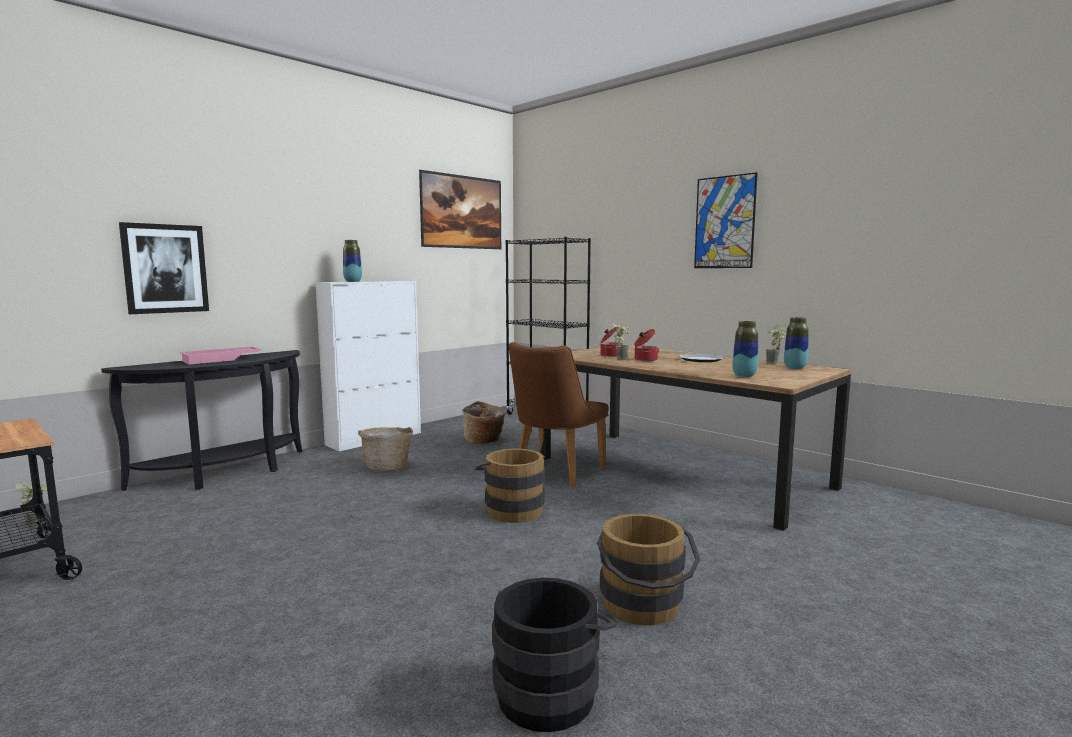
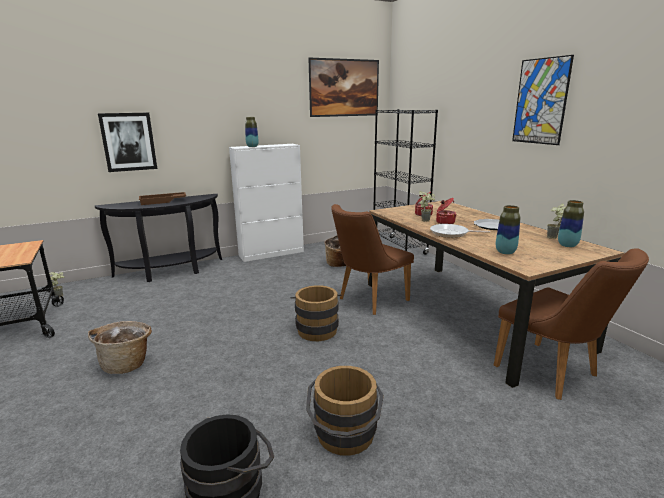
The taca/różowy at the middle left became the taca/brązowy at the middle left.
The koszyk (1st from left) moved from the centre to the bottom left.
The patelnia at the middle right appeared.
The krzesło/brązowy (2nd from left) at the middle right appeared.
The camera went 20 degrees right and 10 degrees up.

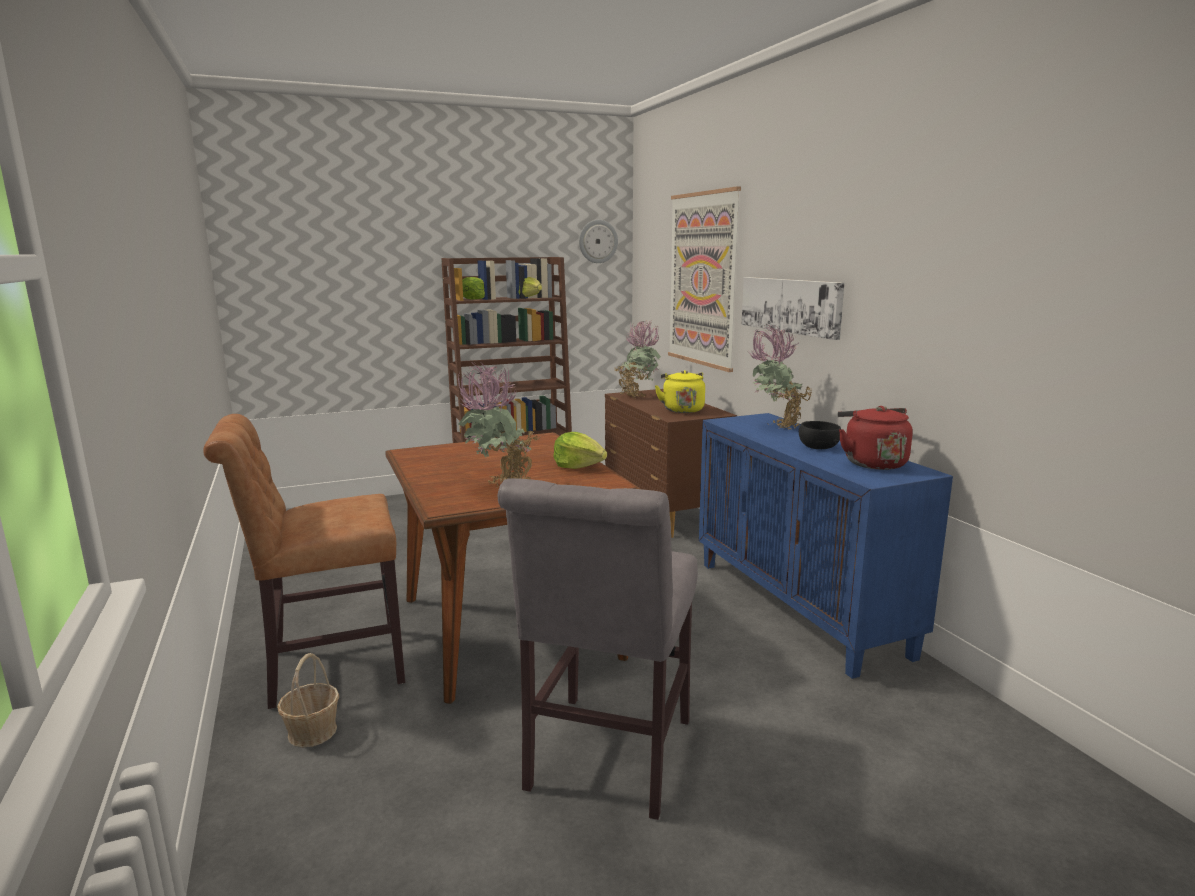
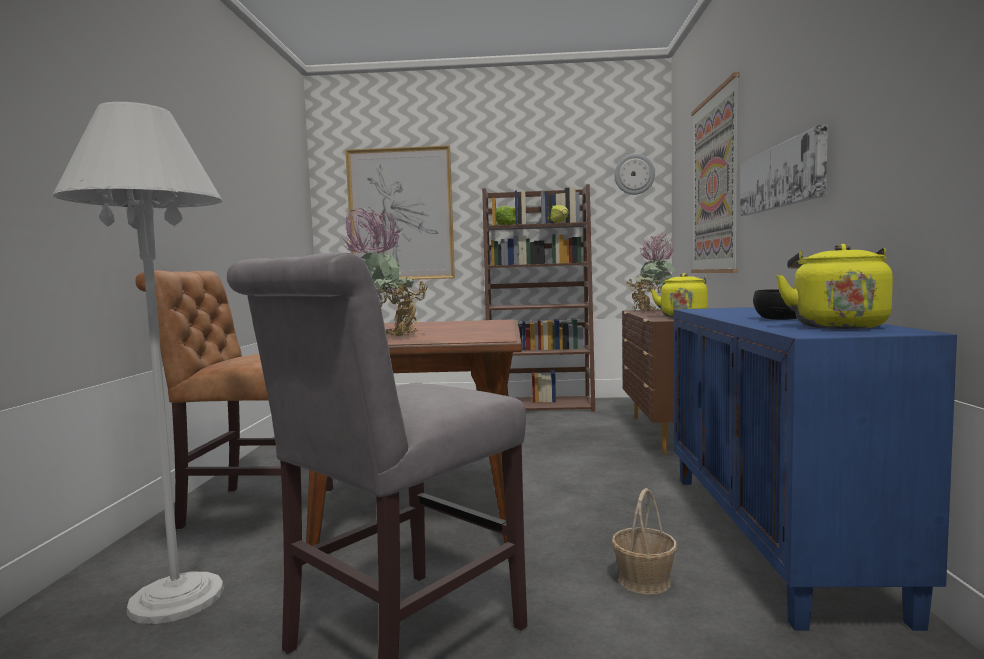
The koszyk moved from the bottom left to the bottom centre.
The sałata (3rd from left) at the centre disappeared.
The roślina doniczkowa (3rd from left) at the centre disappeared.
The czajnik/czerwony at the middle right became the czajnik/żółty (2nd from left) at the middle right.
The lampa stojąca/biały at the middle left appeared.
The obraz (1st from left) at the top centre appeared.
The camera went 25 degrees right and 10 degrees down.

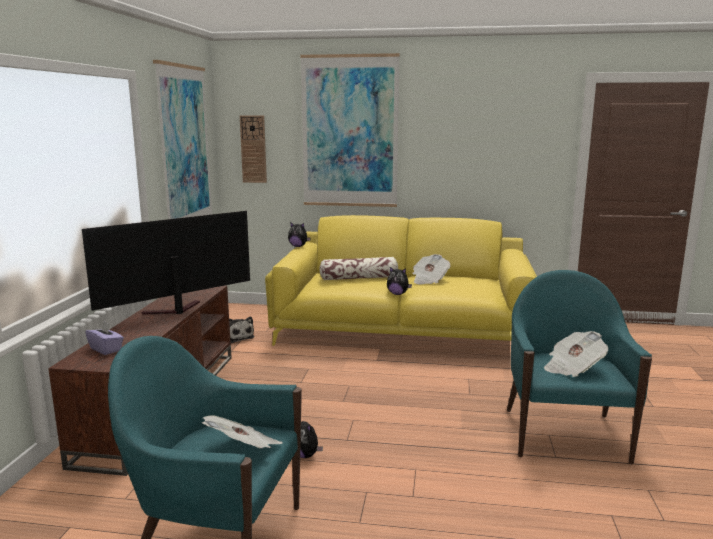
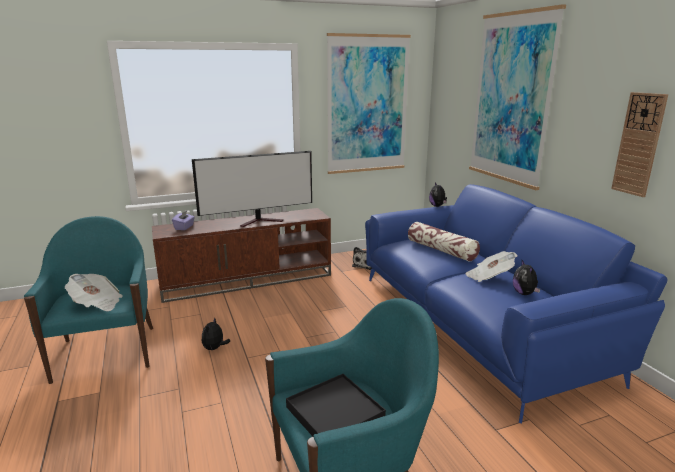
The telewizor at the middle left turned 135 degrees clockwise.
The zegar ścienny moved from the top centre to the top right.
The kanapa/żółty at the centre became the kanapa/niebieski at the middle right.
The pluszak (4th from left) moved from the centre to the middle right.
The gazeta (3rd from left) at the middle right was replaced by the taca/czarny at the bottom centre.
The camera went 60 degrees right and 5 degrees up.

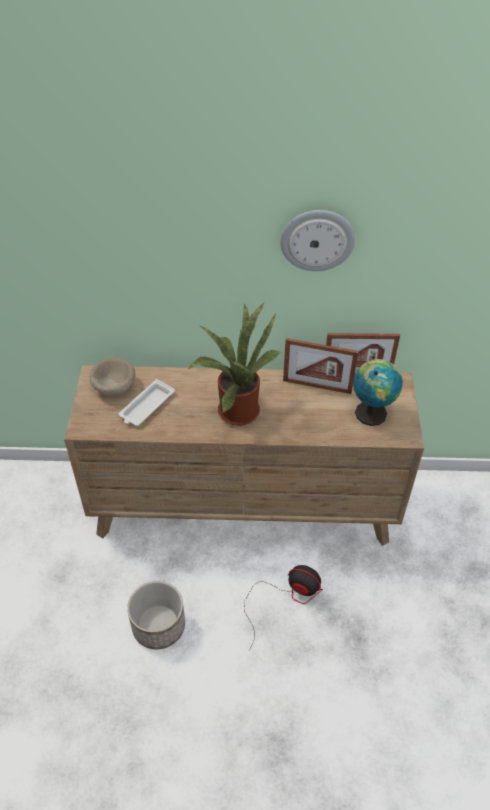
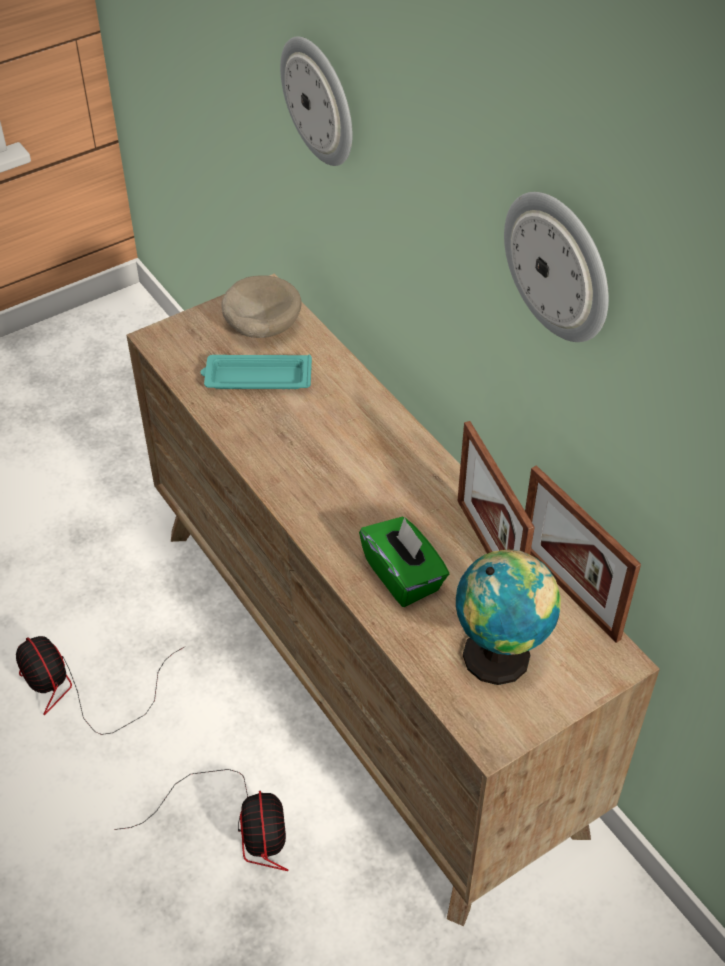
The taca/biały at the middle left became the taca/turkusowy at the centre.
The donica at the bottom left was replaced by the wentylator (1st from left) at the bottom left.
The roślina doniczkowa at the centre disappeared.
The zegar ścienny (1st from left) at the top centre appeared.
The pudełko chusteczek/zielony at the centre appeared.
The camera went 55 degrees right and 0 degrees up.

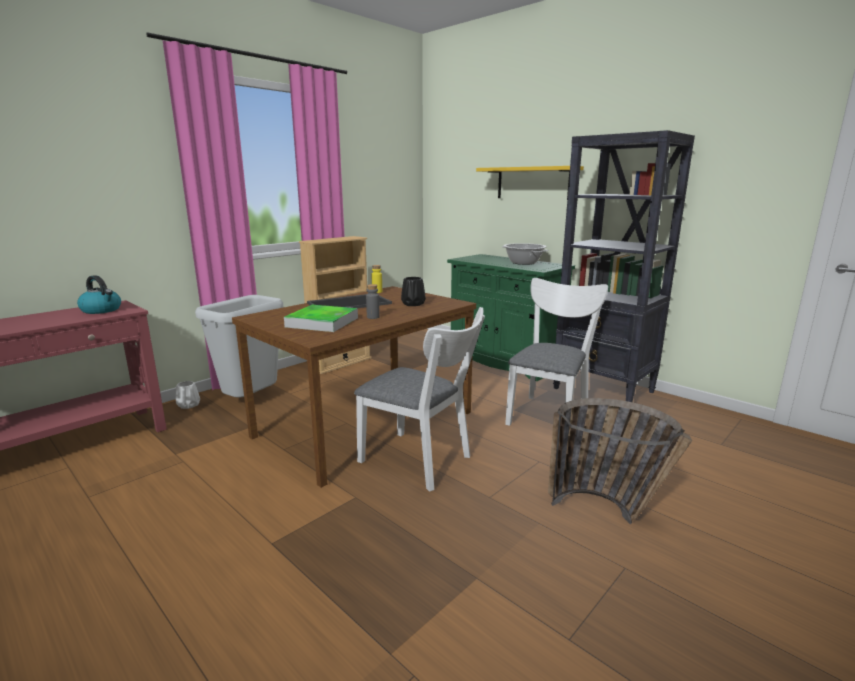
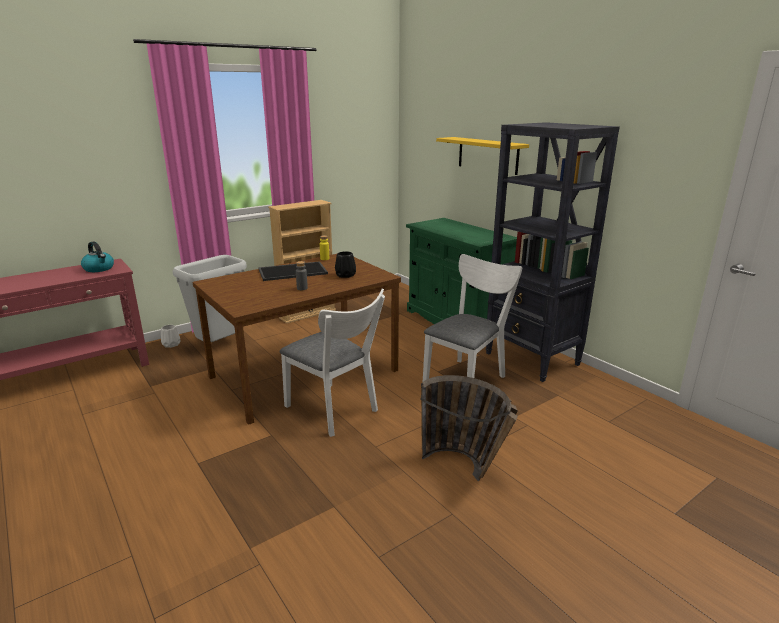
The taca (1st from left) at the centre disappeared.
The garnek at the centre disappeared.
The camera went 10 degrees right and 5 degrees up.

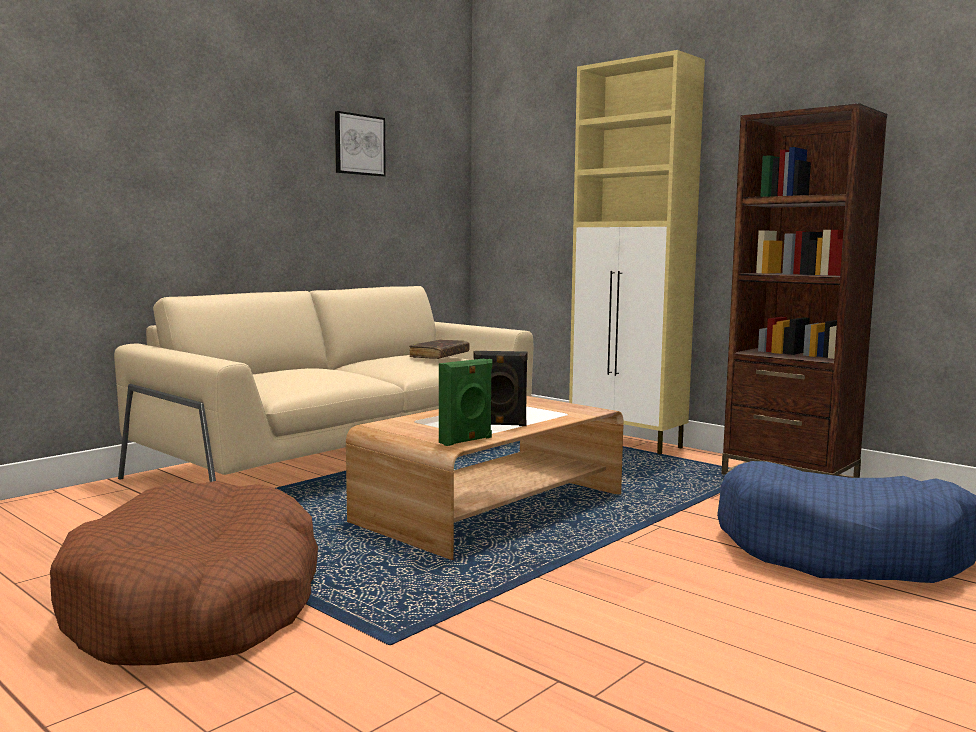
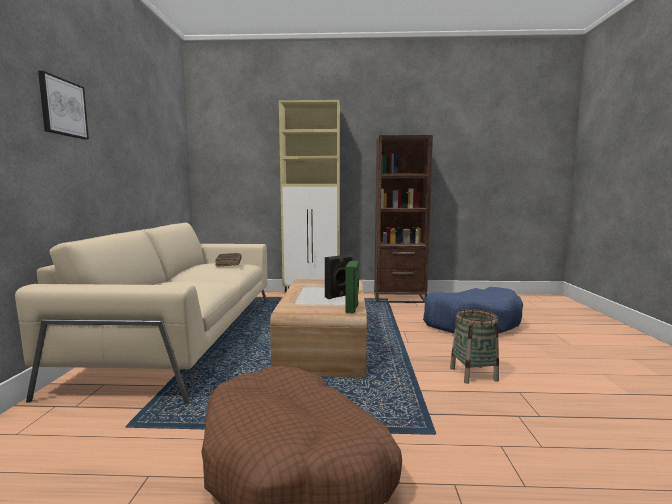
The obraz moved from the top centre to the top left.
The koszyk at the bottom right appeared.
The camera went 40 degrees left and 0 degrees up.

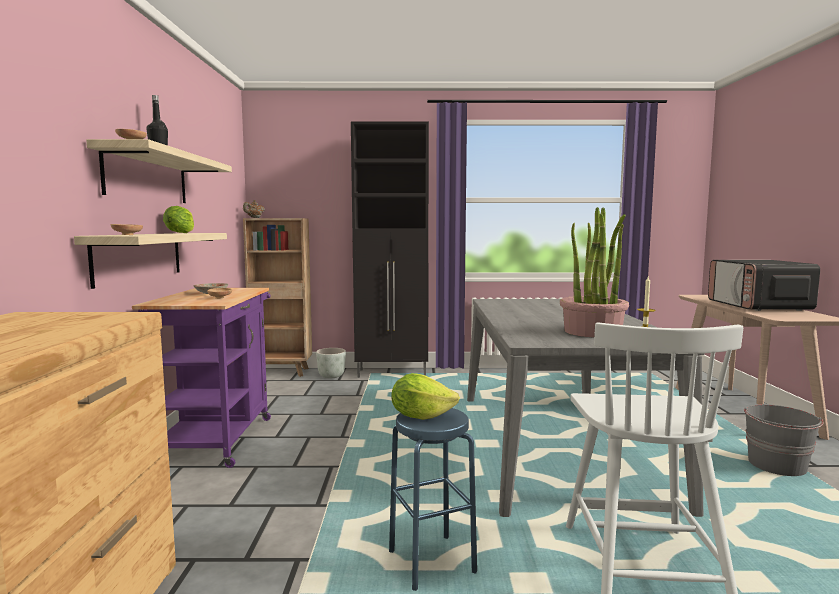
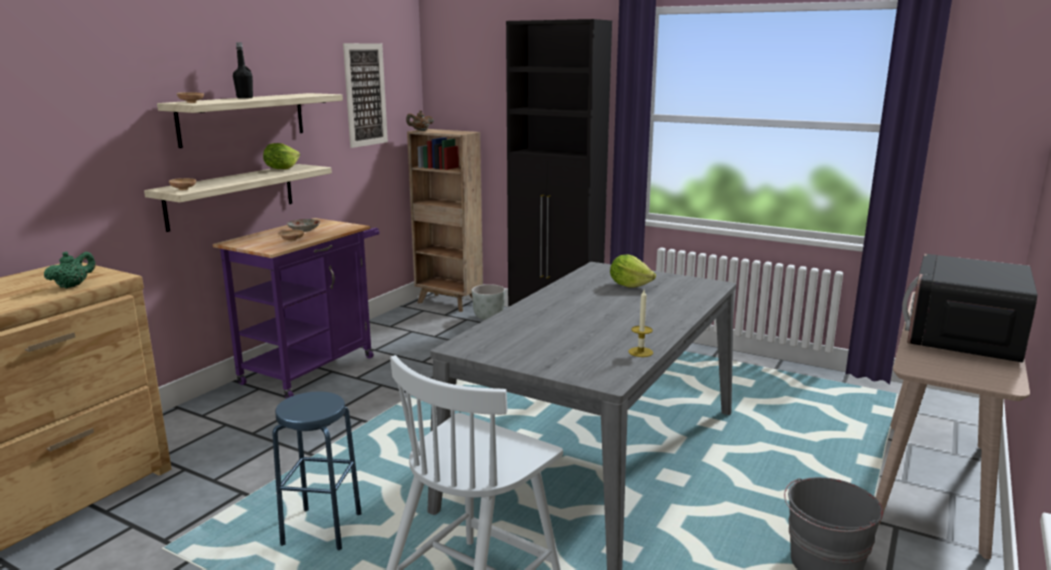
The sałata (2nd from left) moved from the bottom centre to the centre.
The roślina doniczkowa at the middle right disappeared.
The imbryk/zielony at the middle left appeared.
The obraz at the top centre appeared.
The camera went 30 degrees right and 10 degrees up.

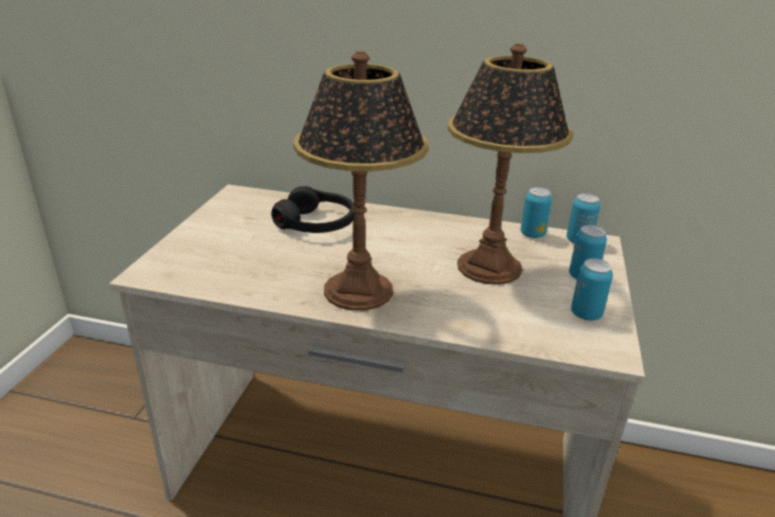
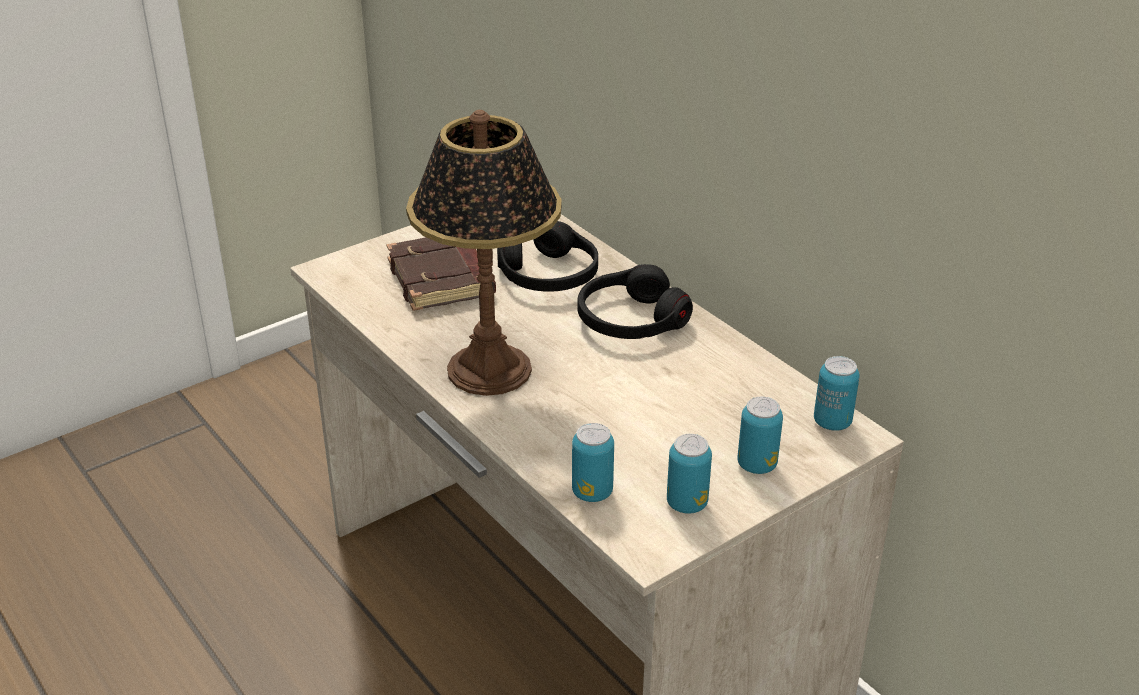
The lampa stołowa (2nd from left) at the top centre disappeared.
The puszka (1st from left) moved from the middle right to the centre.
The książka/brązowy at the centre appeared.
The słuchawki/czarny (2nd from left) at the centre appeared.
The camera went 40 degrees right and 5 degrees up.

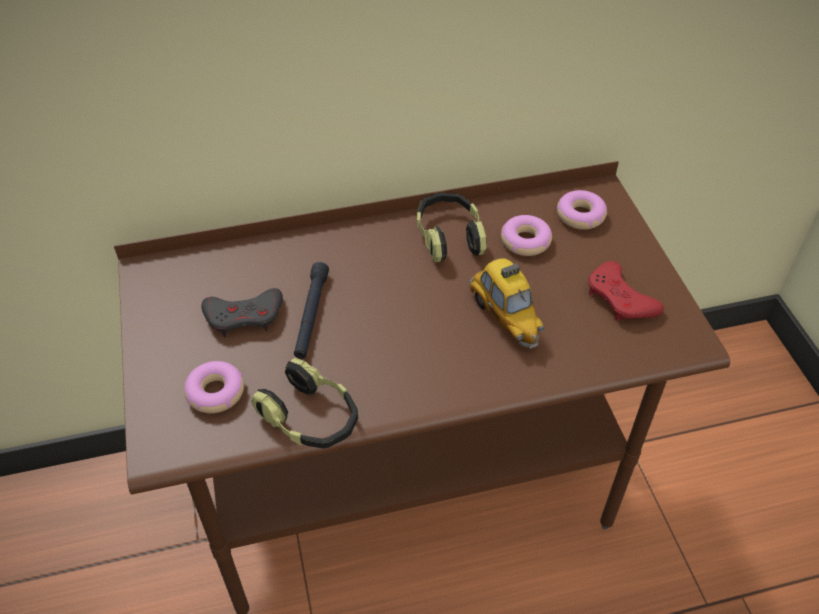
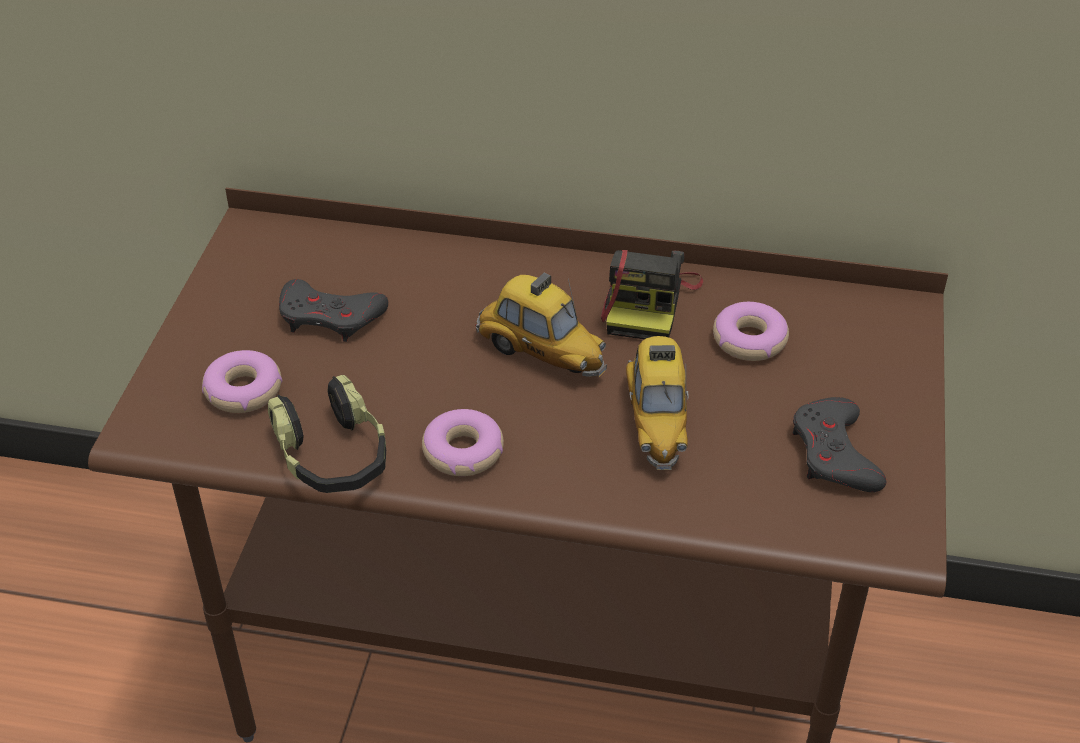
The latarka/czarny at the centre disappeared.
The słuchawki (2nd from left) at the centre was replaced by the aparat fotograficzny at the centre.
The donut (3rd from left in the first image) moved from the middle right to the centre.
The pad do gier/czerwony at the middle right became the pad do gier/szary (2nd from left) at the middle right.
The samochodzik (1st from left) at the centre appeared.
The camera went 25 degrees right and 5 degrees down.

